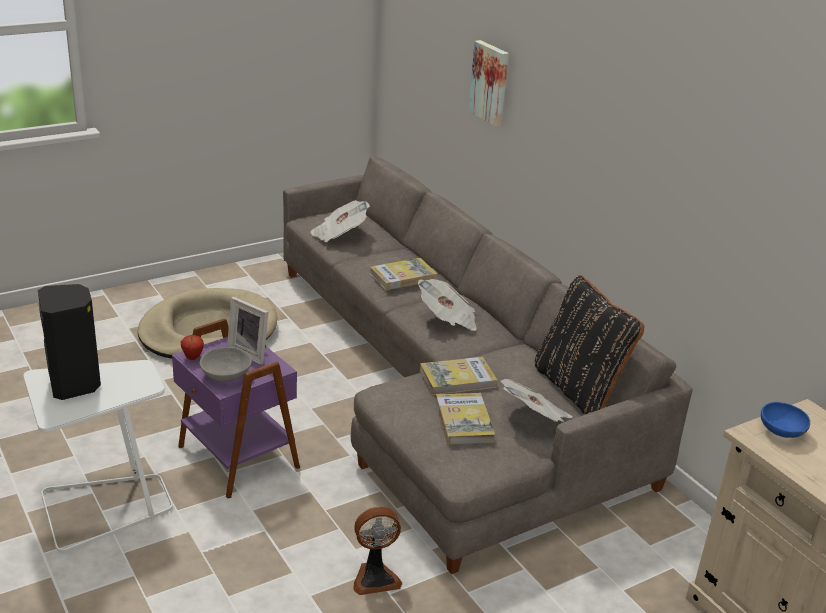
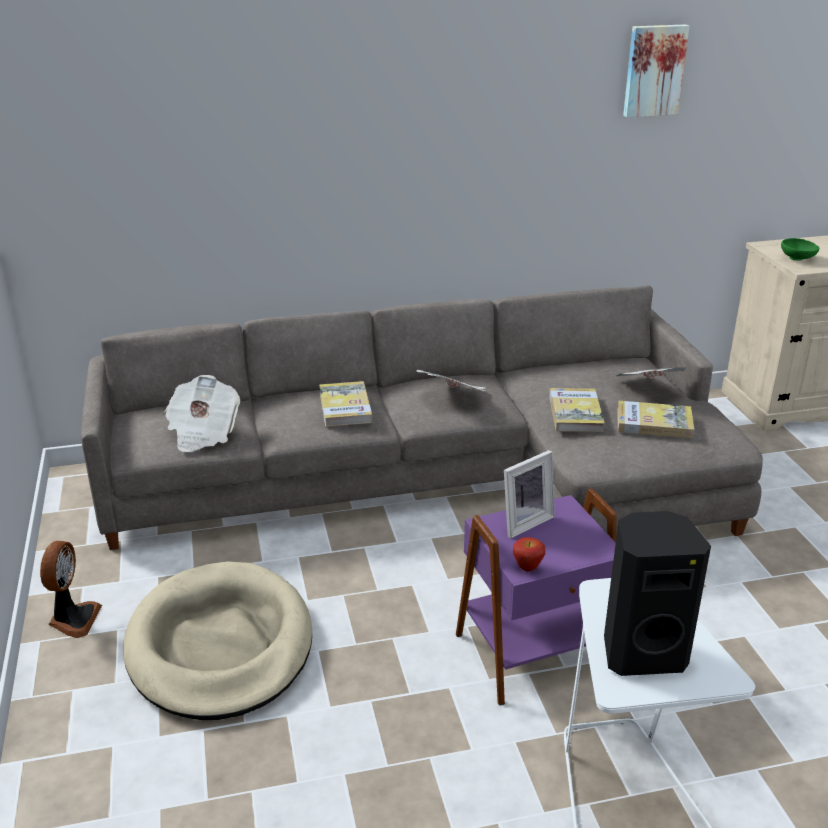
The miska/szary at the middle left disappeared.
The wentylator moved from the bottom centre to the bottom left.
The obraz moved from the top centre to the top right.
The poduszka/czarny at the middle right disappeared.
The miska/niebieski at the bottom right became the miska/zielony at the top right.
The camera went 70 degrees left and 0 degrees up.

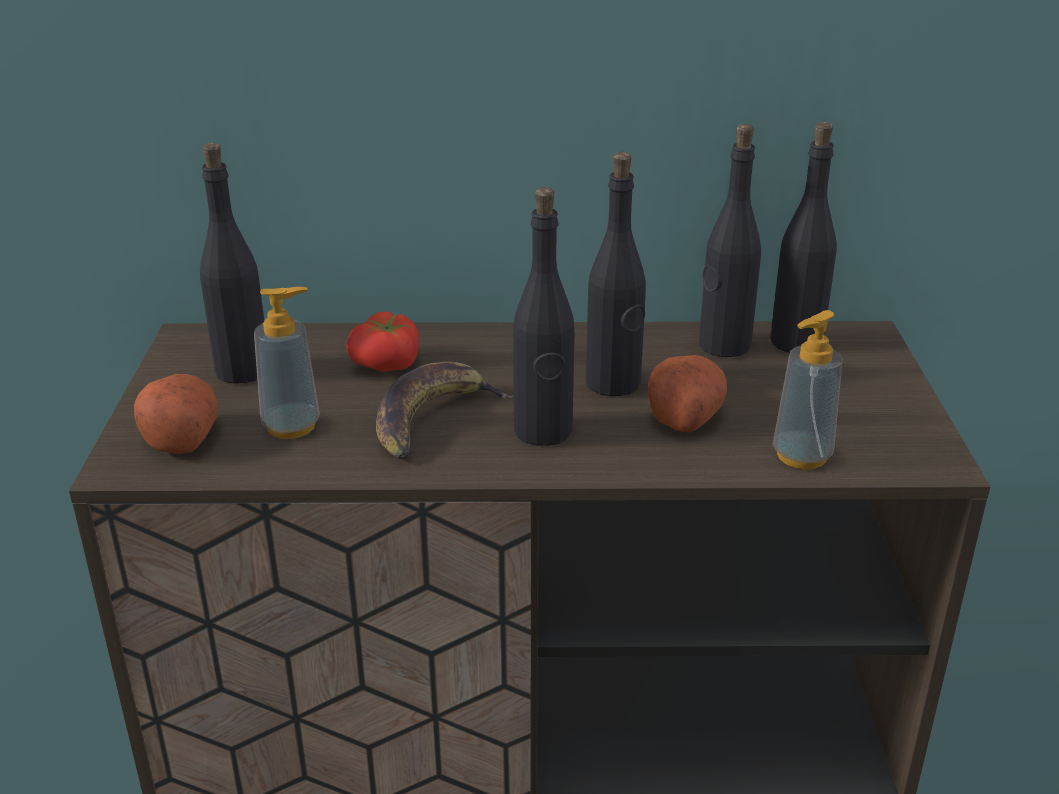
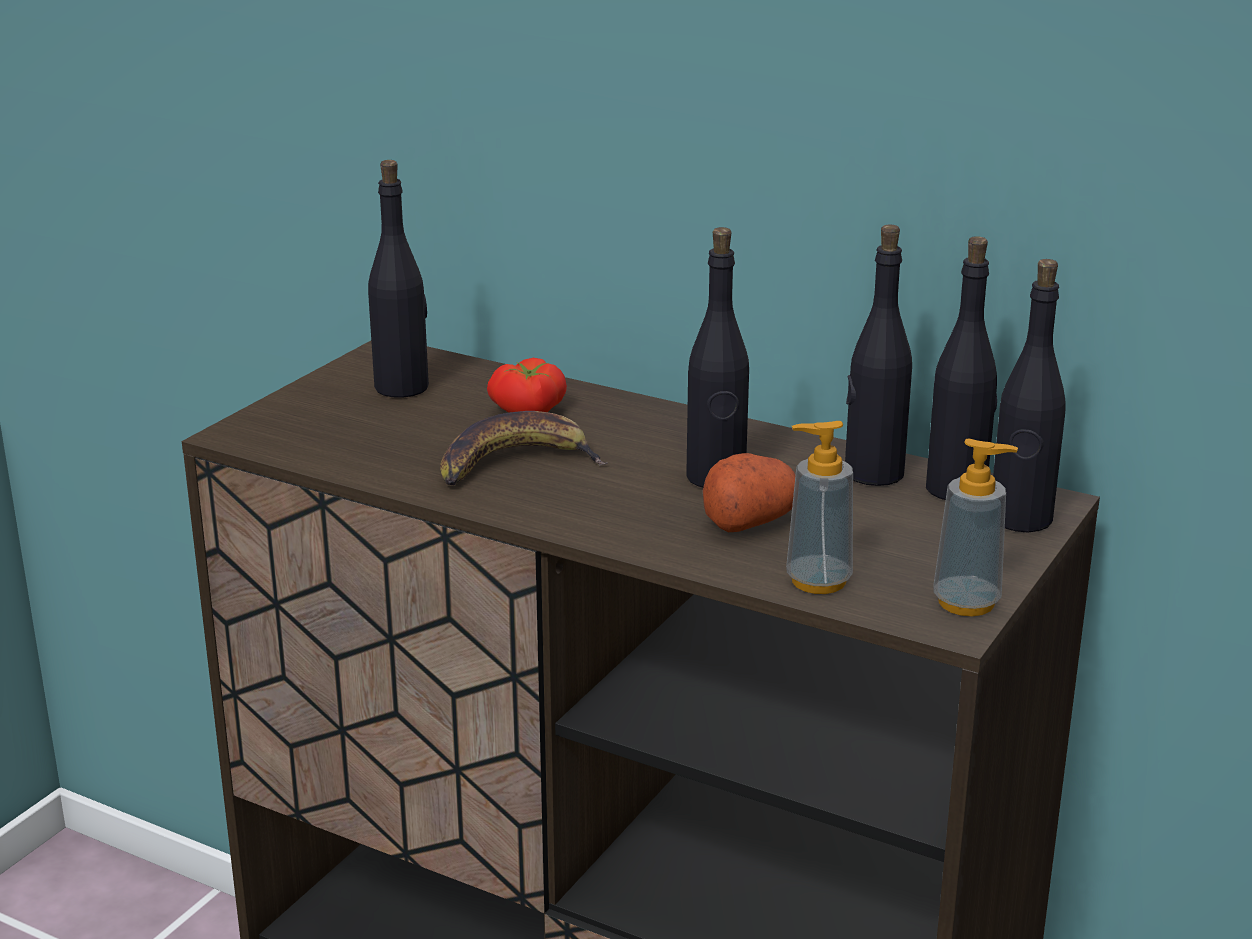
The ziemniak (1st from left) at the middle left disappeared.
The dozownik mydła (1st from left in the first image) moved from the middle left to the middle right.
The butelka/czarny (2nd from left in the first image) moved from the centre to the middle right.
The camera went 30 degrees right and 5 degrees down.

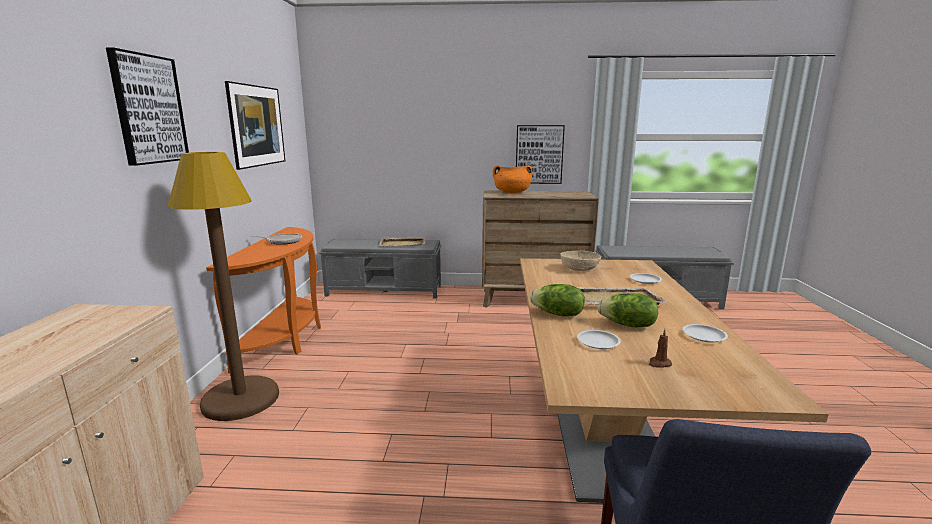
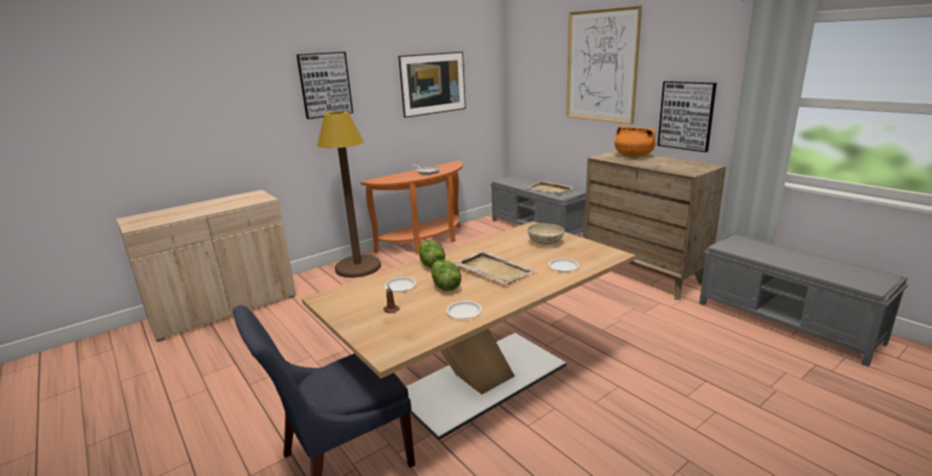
The obraz (3rd from left) at the top centre appeared.
The camera went 50 degrees right and 5 degrees up.

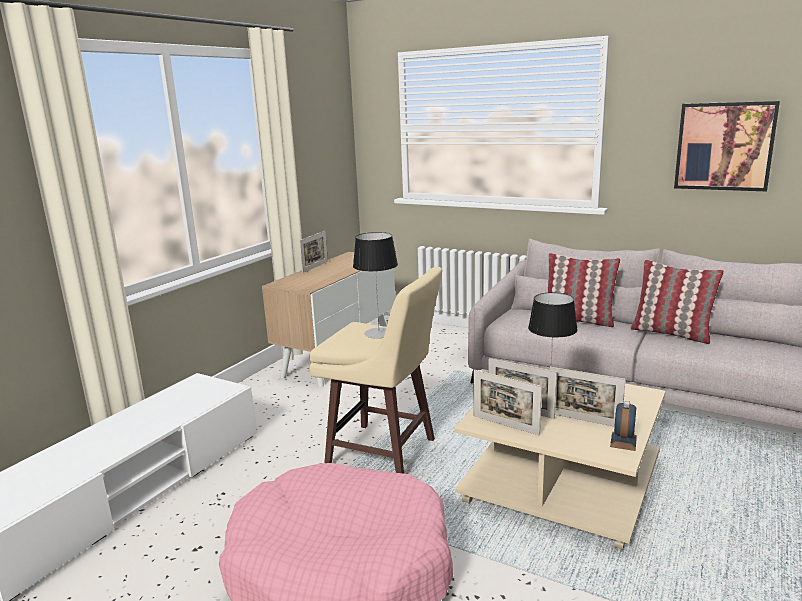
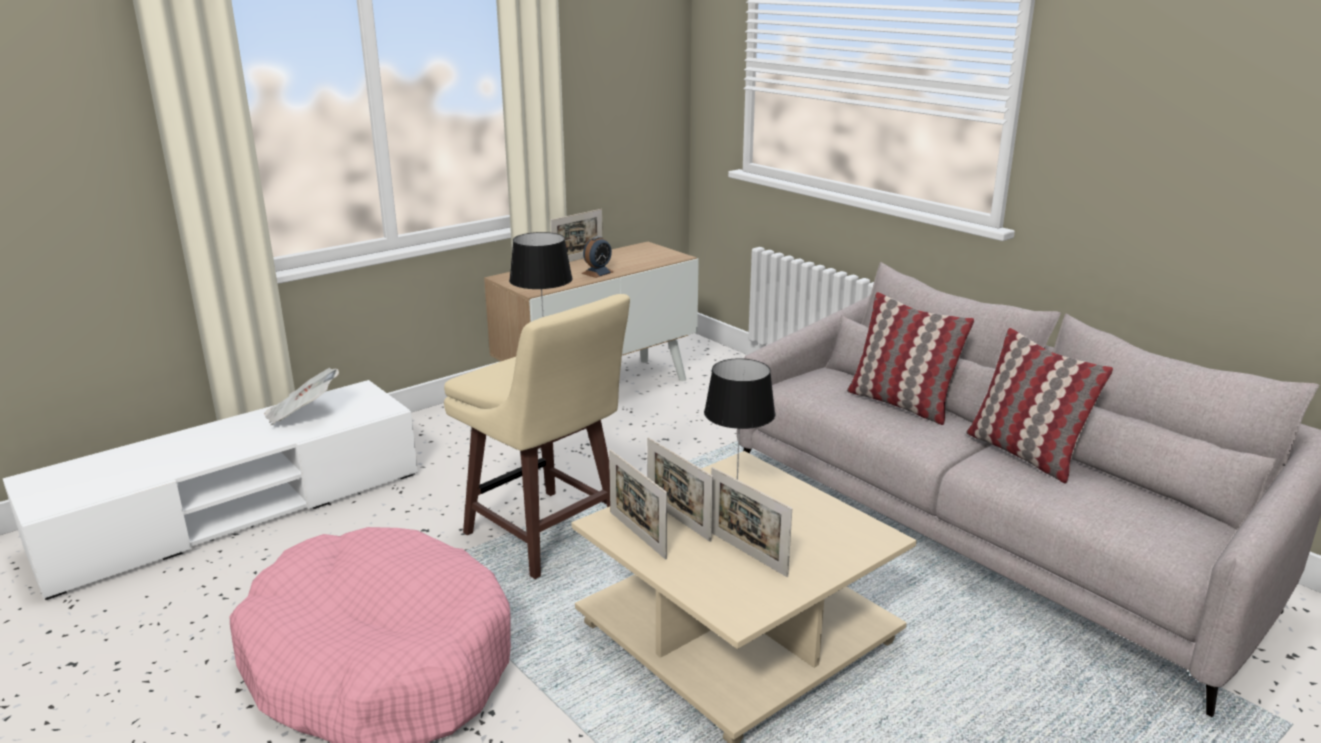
The budzik moved from the bottom right to the centre.
The obraz at the top right disappeared.
The gazeta at the middle left appeared.
The camera went 20 degrees right and 5 degrees up.

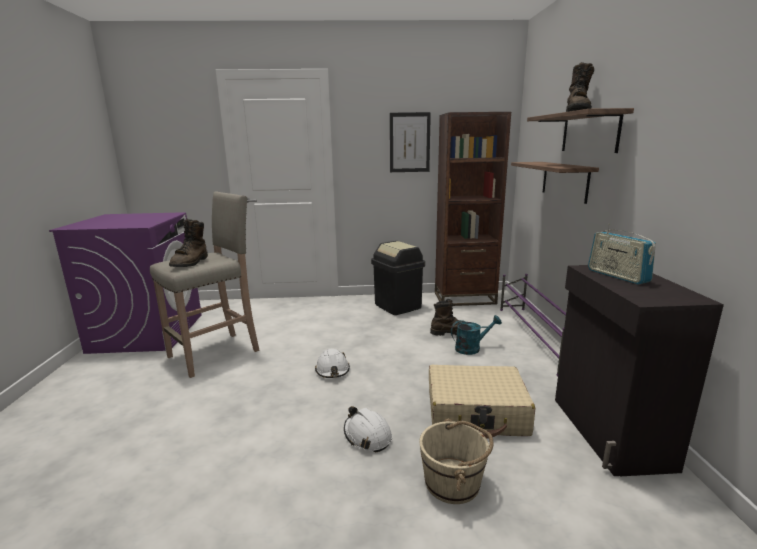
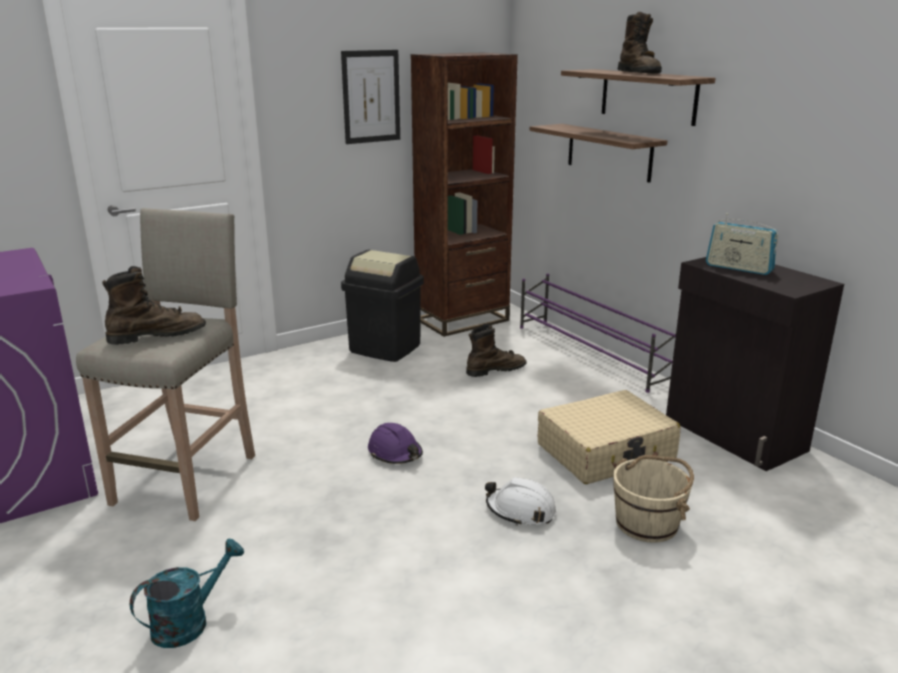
The but z cholewką/brązowy (1st from left) at the middle left turned 90 degrees counterclockwise.
The kask/biały (1st from left) at the centre became the kask/fioletowy at the centre.
The konewka/turkusowy moved from the centre to the bottom left.
The camera went 30 degrees left and 5 degrees up.

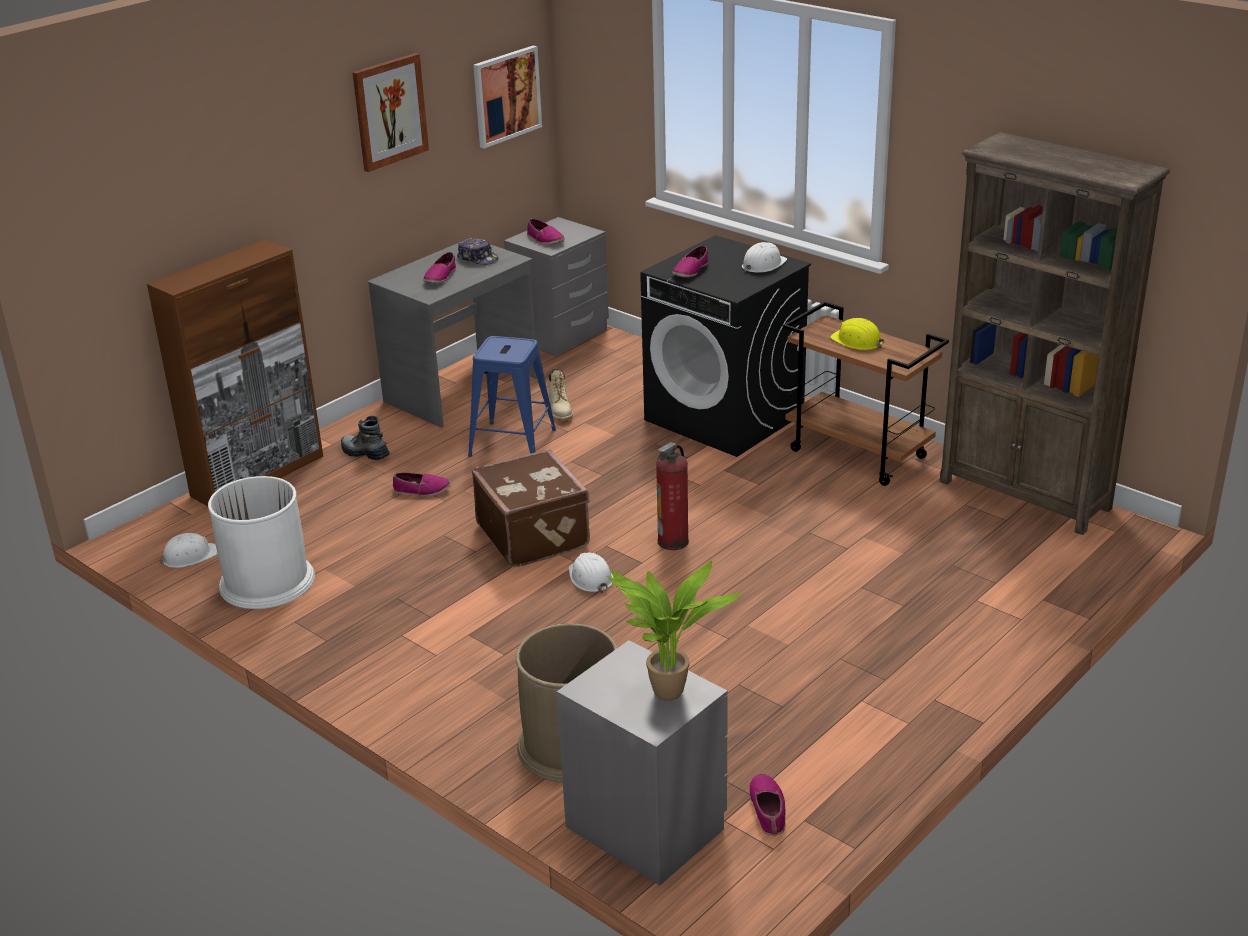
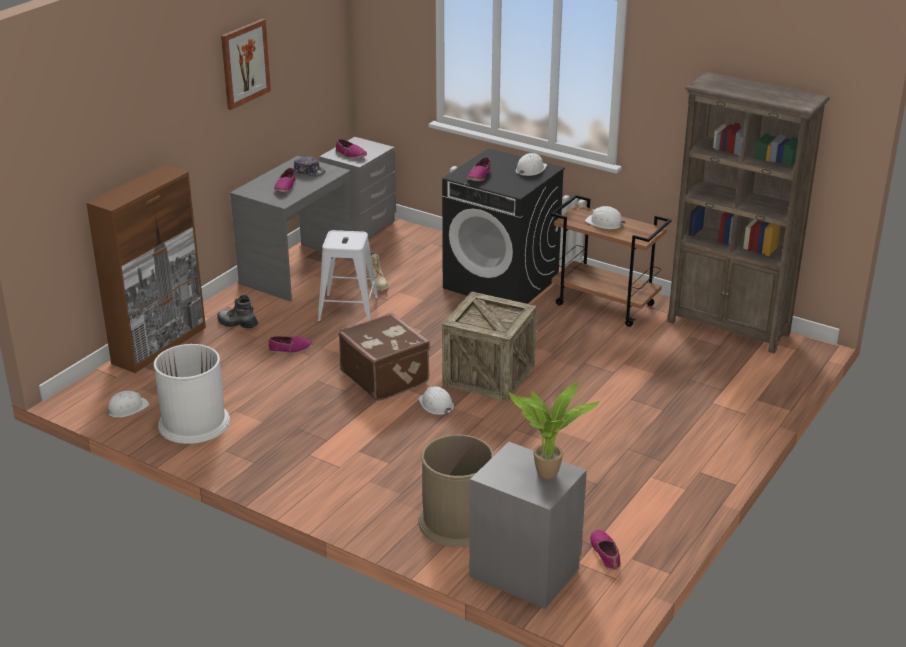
The stołek/niebieski at the centre became the stołek/biały at the centre.
The obraz (2nd from left) at the top centre disappeared.
The gaśnica at the centre was replaced by the skrzynka at the centre.
The kask/żółty at the middle right became the kask/biały (4th from left) at the middle right.
The camera went 10 degrees left and 0 degrees up.

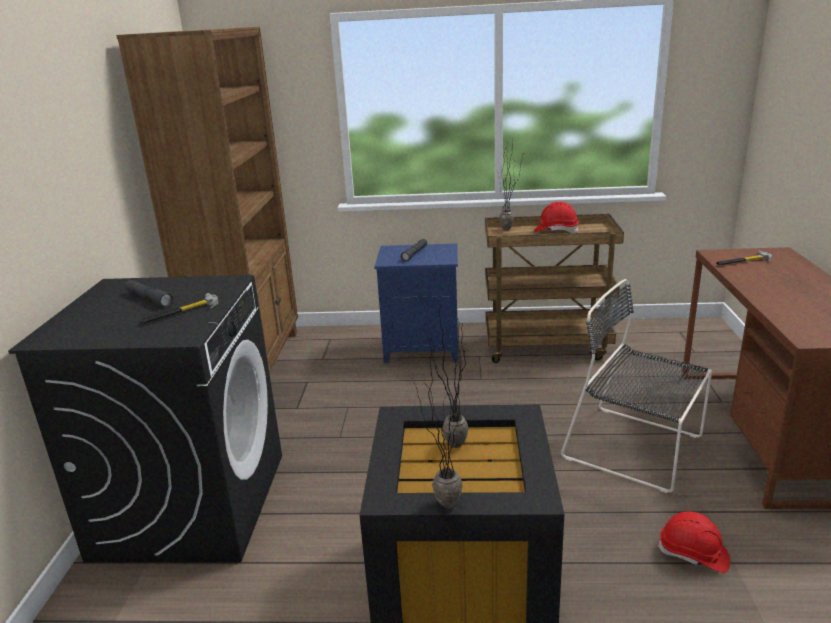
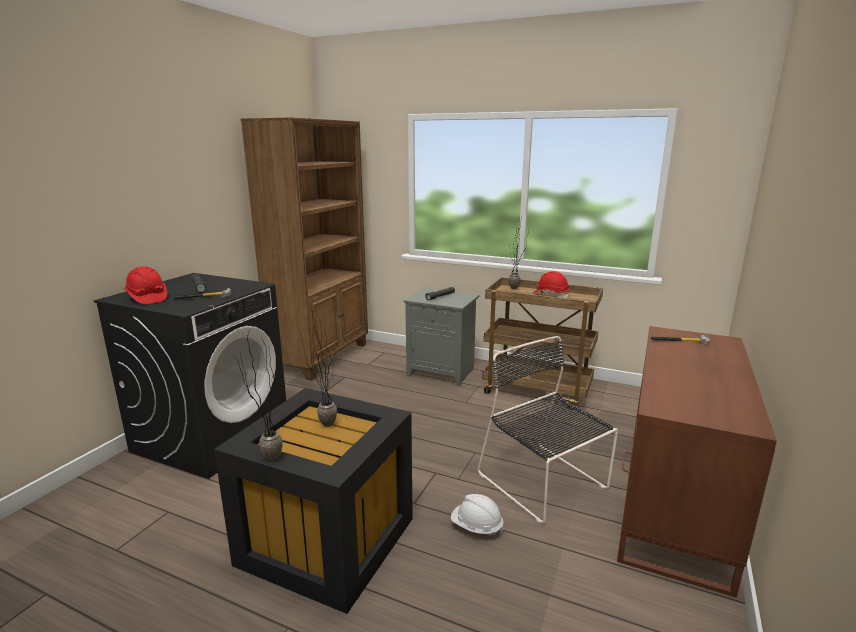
The szafka nocna/niebieski at the centre became the szafka nocna/szary at the centre.
The kask/czerwony (2nd from left in the first image) moved from the bottom right to the middle left.
The kask/biały at the bottom centre appeared.
The camera went 20 degrees right and 5 degrees down.

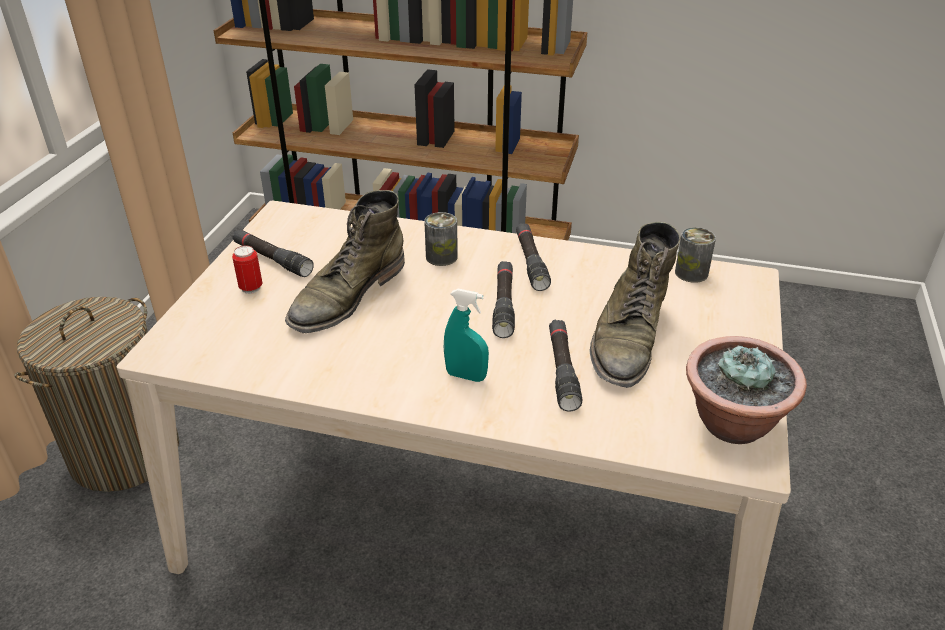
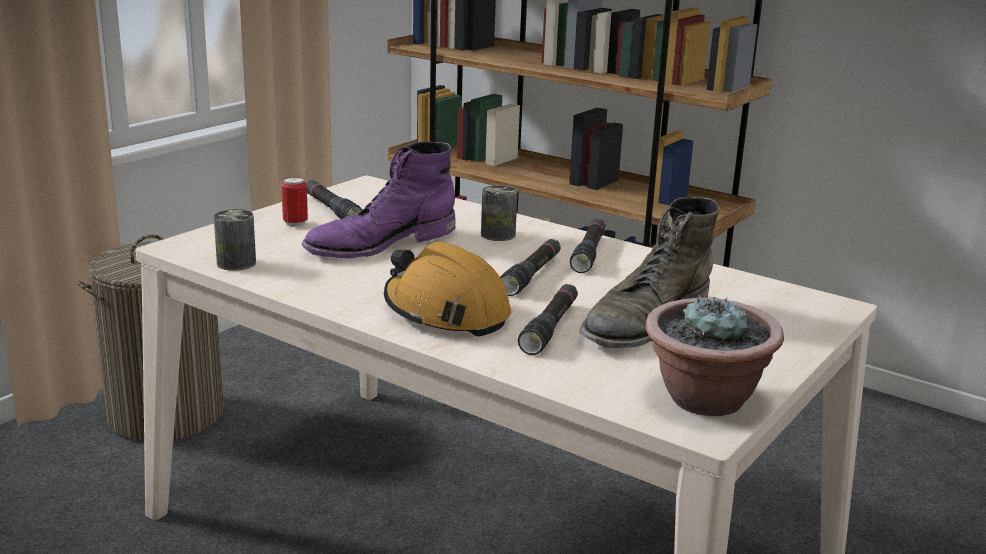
The but z cholewką/zielony (1st from left) at the centre became the but z cholewką/fioletowy at the centre.
The spryskiwacz/turkusowy at the centre was replaced by the kask/pomarańczowy at the centre.
The puszka (3rd from left in the first image) moved from the middle right to the middle left.
The camera went 20 degrees right and 15 degrees down.

